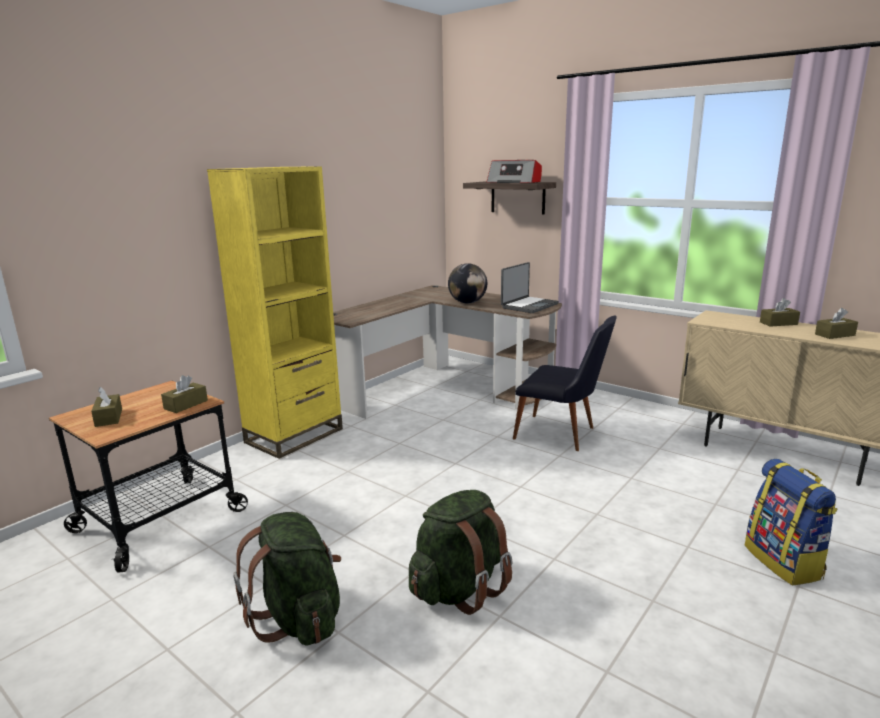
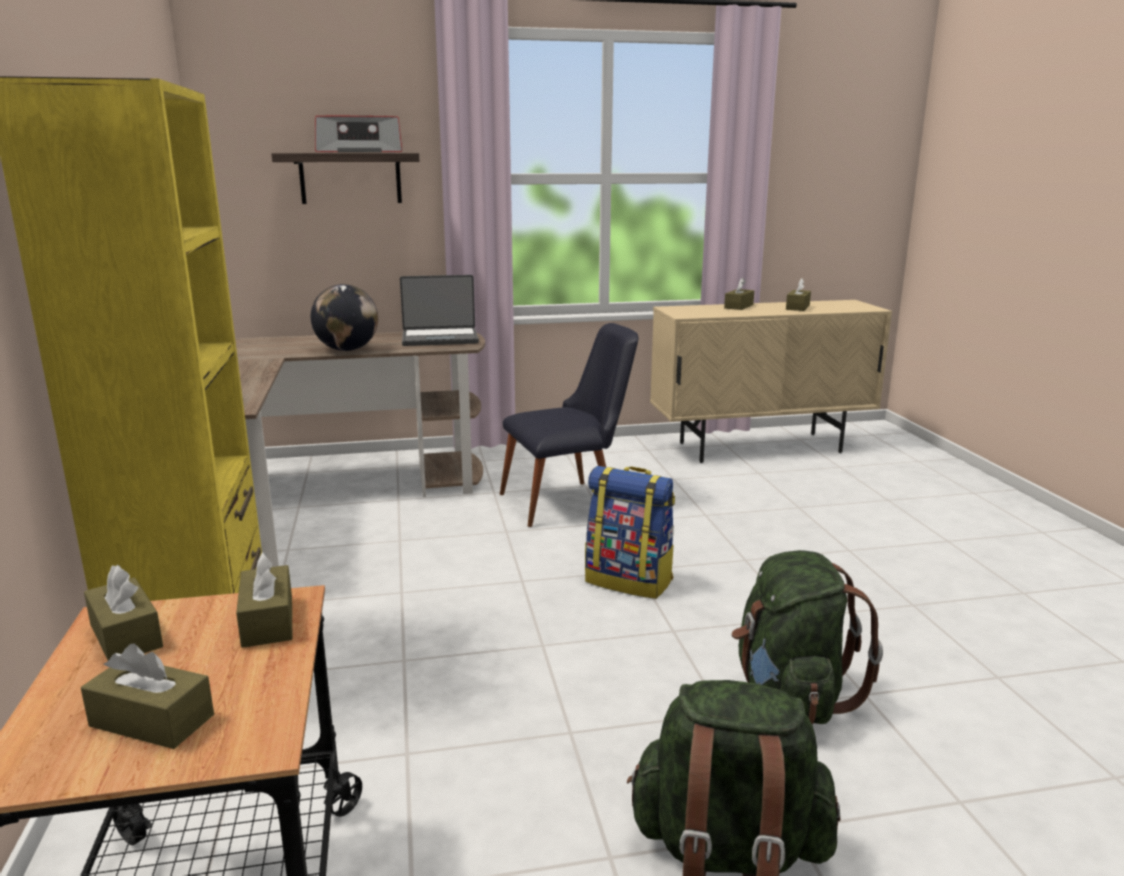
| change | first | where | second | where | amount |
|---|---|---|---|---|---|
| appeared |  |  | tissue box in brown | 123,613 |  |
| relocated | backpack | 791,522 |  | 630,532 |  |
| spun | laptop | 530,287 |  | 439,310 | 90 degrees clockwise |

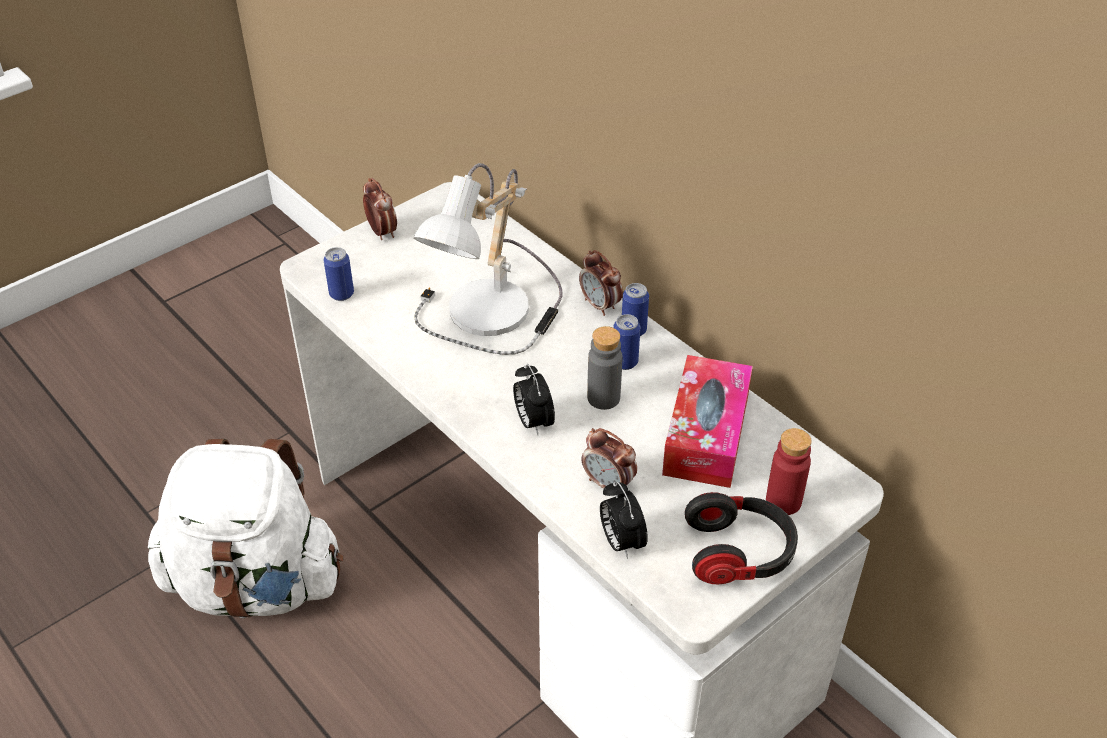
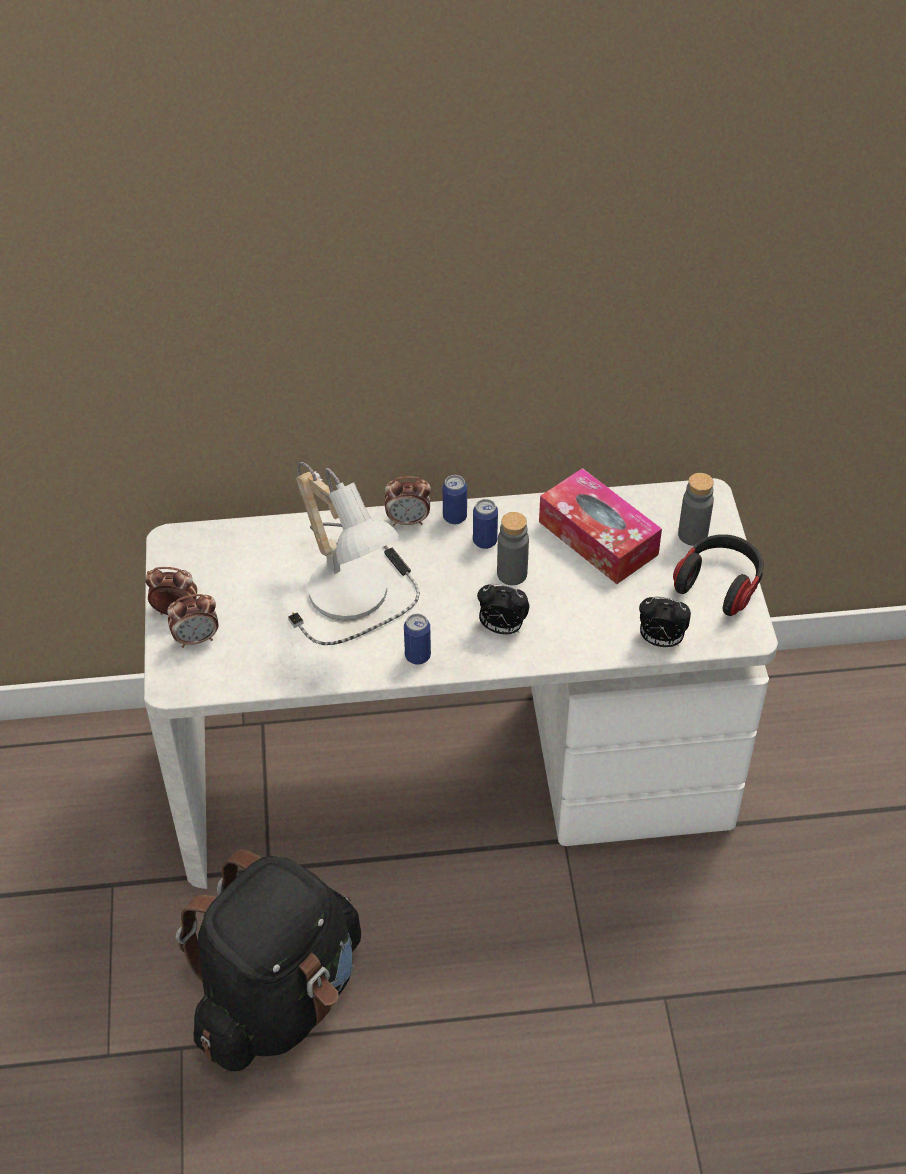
| change | first | where | second | where | amount |
|---|---|---|---|---|---|
| relocated | can | 338,274 |  | 417,639 |  |
| relocated | alarm clock | 609,458 |  | 192,621 |  |
| colour | backpack in white | 246,528 | backpack in black | 268,960 |  |
| colour | bottle in red | 789,471 | bottle in grey | 696,509 |  |

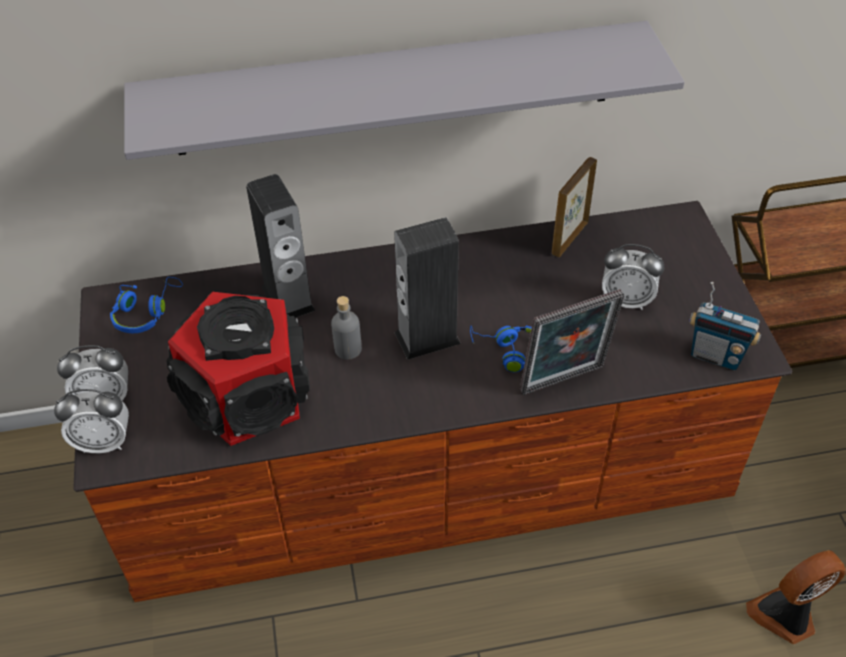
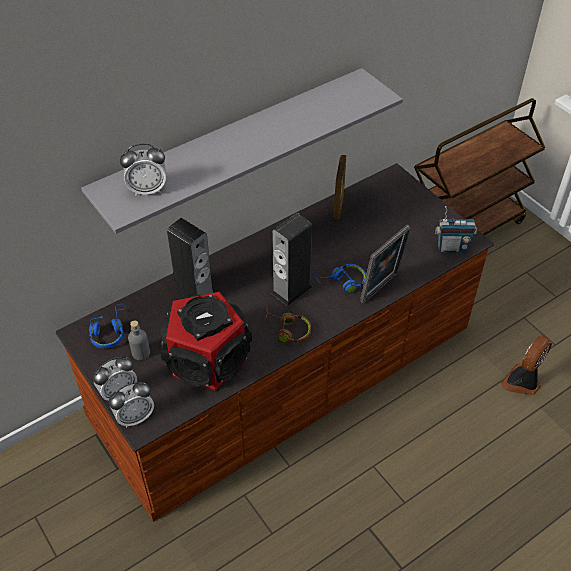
| change | first | where | second | where | amount |
|---|---|---|---|---|---|
| appeared |  |  | headphones in brown | 288,325 |  |
| relocated | bottle in grey | 346,328 |  | 139,340 |  |
| relocated | alarm clock | 633,277 |  | 143,170 |  |

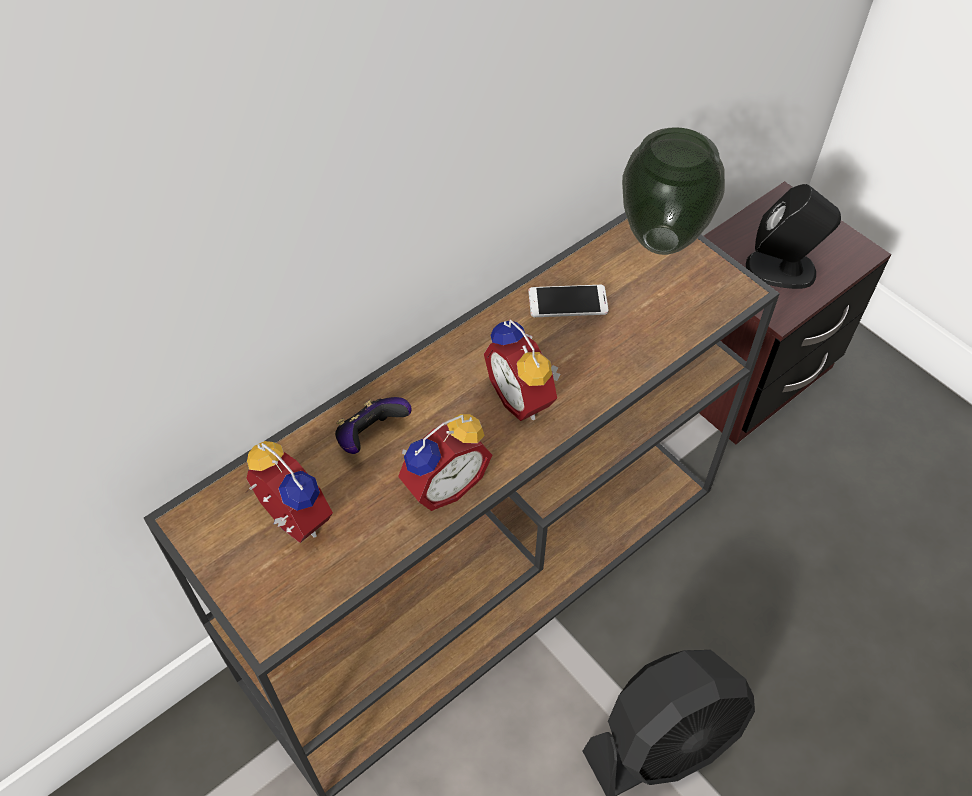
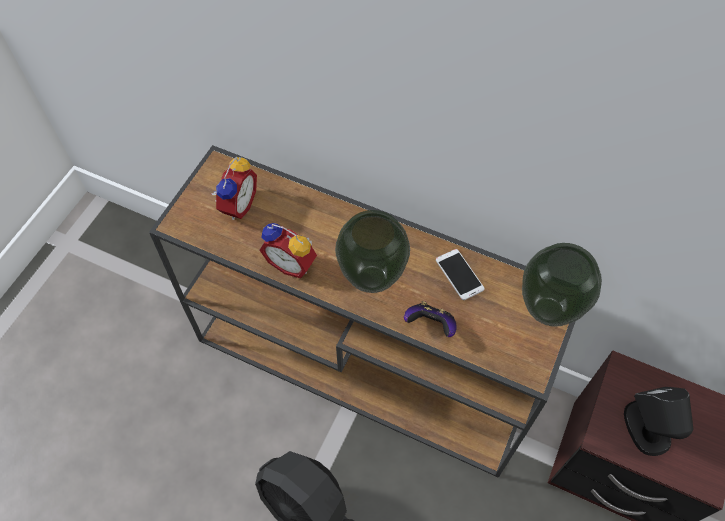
| change | first | where | second | where | amount |
|---|---|---|---|---|---|
| relocated | game controller | 373,425 |  | 430,319 |  |
| exchanged | alarm clock | 522,370 | vase | 372,251 |  |

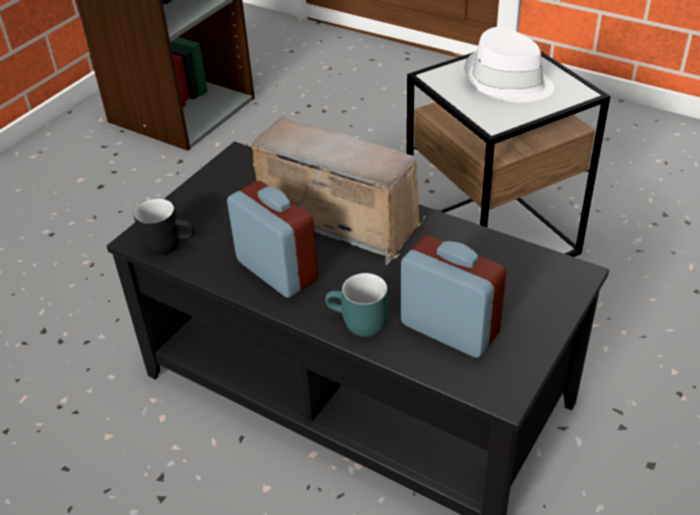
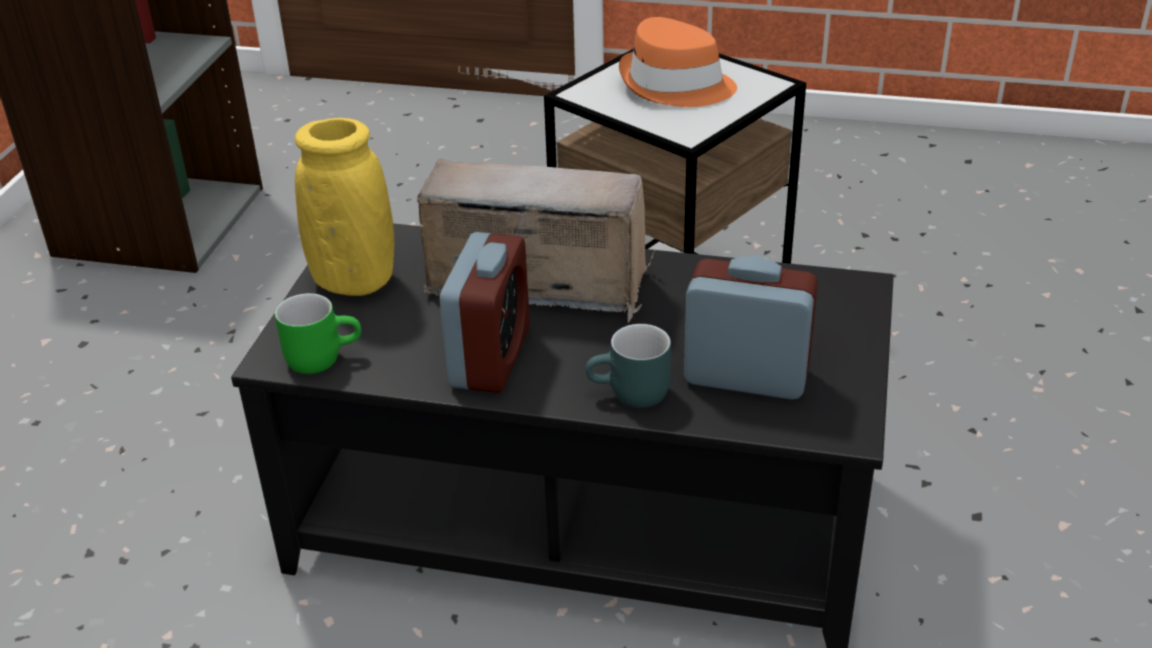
| change | first | where | second | where | amount |
|---|---|---|---|---|---|
| appeared |  |  | vase in yellow | 344,207 |  |
| colour | mug in black | 164,227 | mug in green | 318,333 |  |
| colour | hat in white | 509,64 | hat in orange | 678,62 |  |
| spun | alarm clock | 272,239 |  | 485,312 | 75 degrees clockwise |

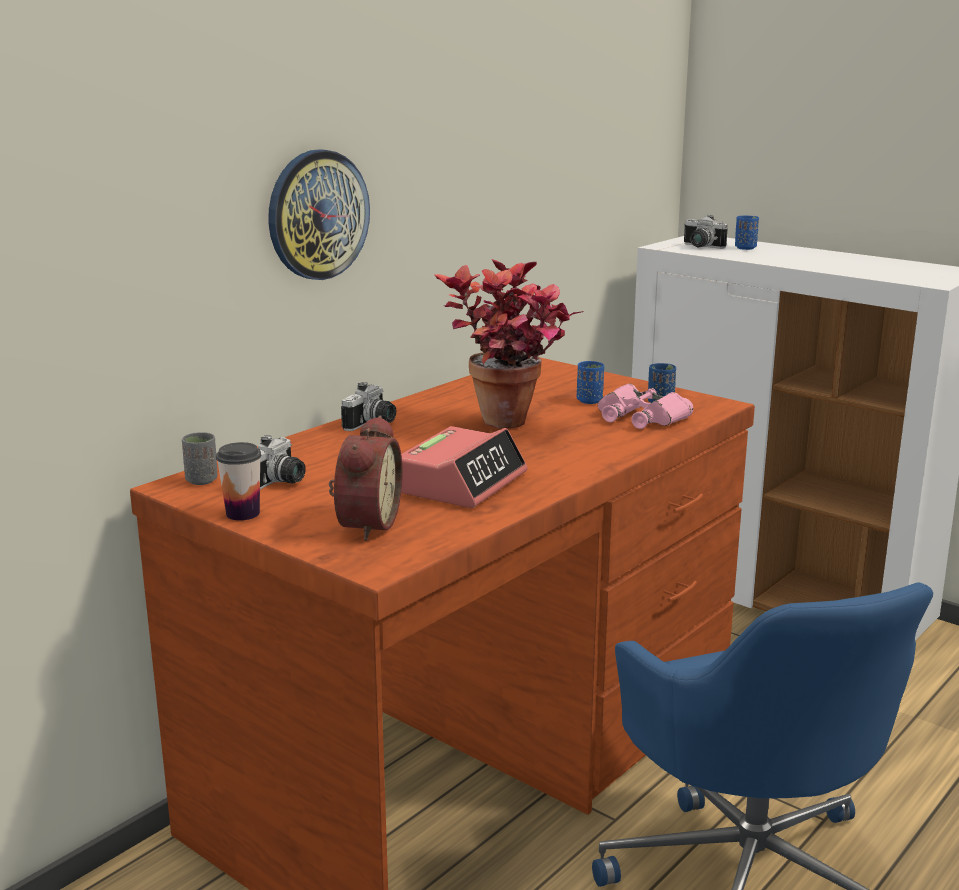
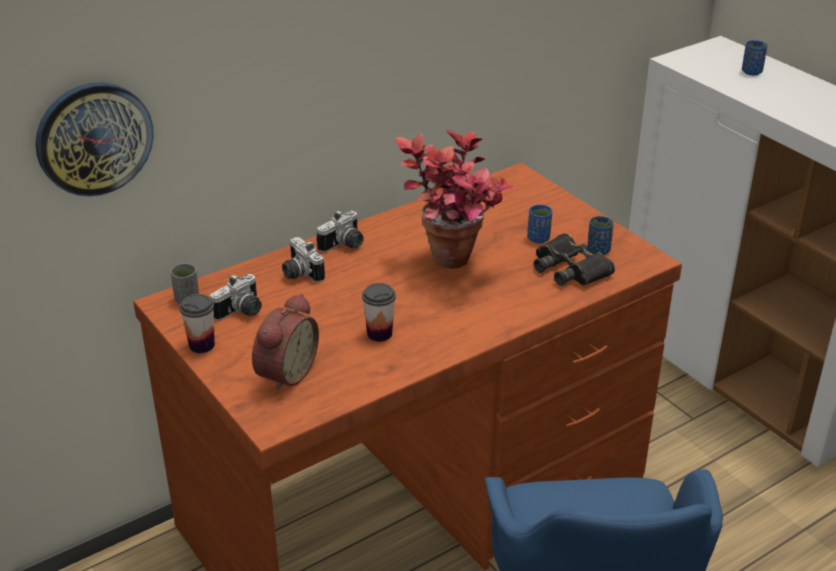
| change | first | where | second | where | amount |
|---|---|---|---|---|---|
| relocated | wall clock | 319,214 |  | 94,139 |  |
| relocated | photo camera | 706,232 |  | 303,260 |  |
| exchanged | alarm clock | 464,467 | cup | 379,312 |  |
| colour | binoculars in pink | 645,406 | binoculars in black | 574,259 |  |

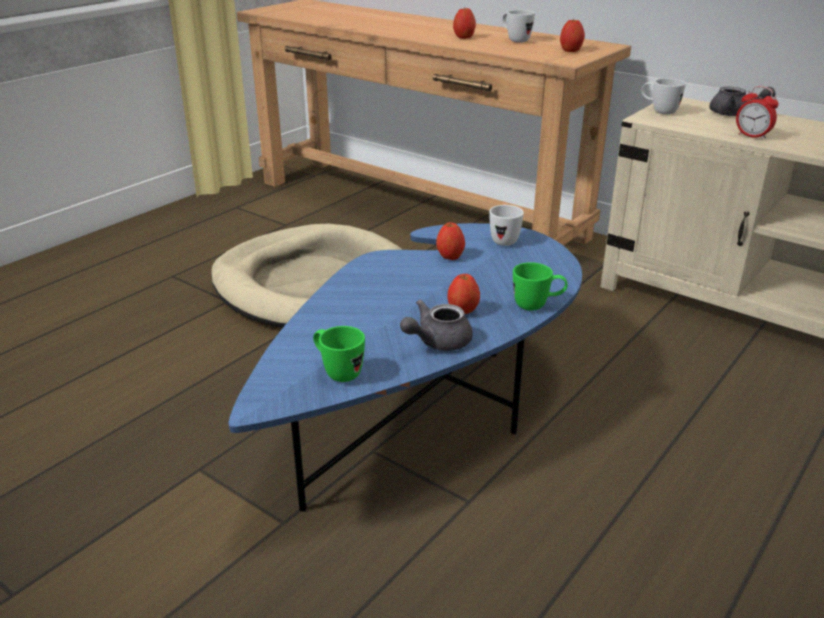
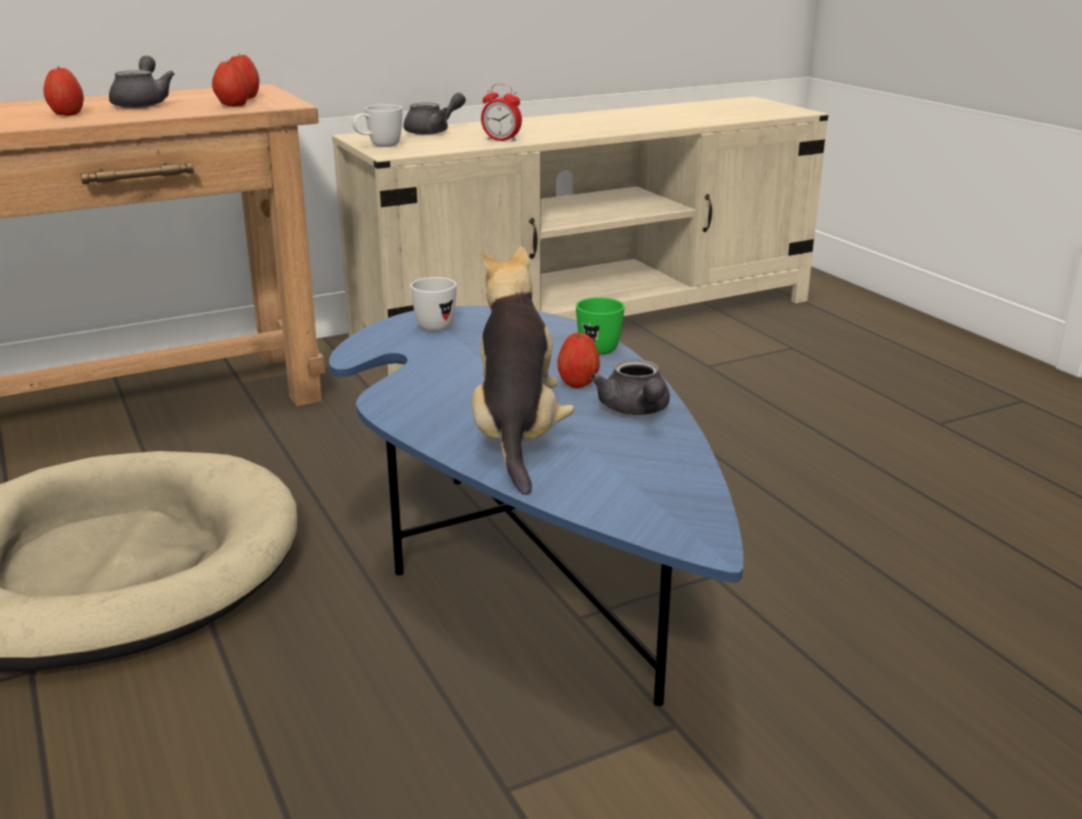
| change | first | where | second | where | amount |
|---|---|---|---|---|---|
| missing | mug in green | 339,354 |  |  |  |
| appeared |  |  | plush toy | 523,370 |  |
| relocated | apple | 450,241 |  | 230,83 |  |
| exchanged | mug in white | 518,26 | teapot in grey | 142,82 |  |
| spun | alarm clock | 757,113 |  | 501,112 | 45 degrees clockwise |

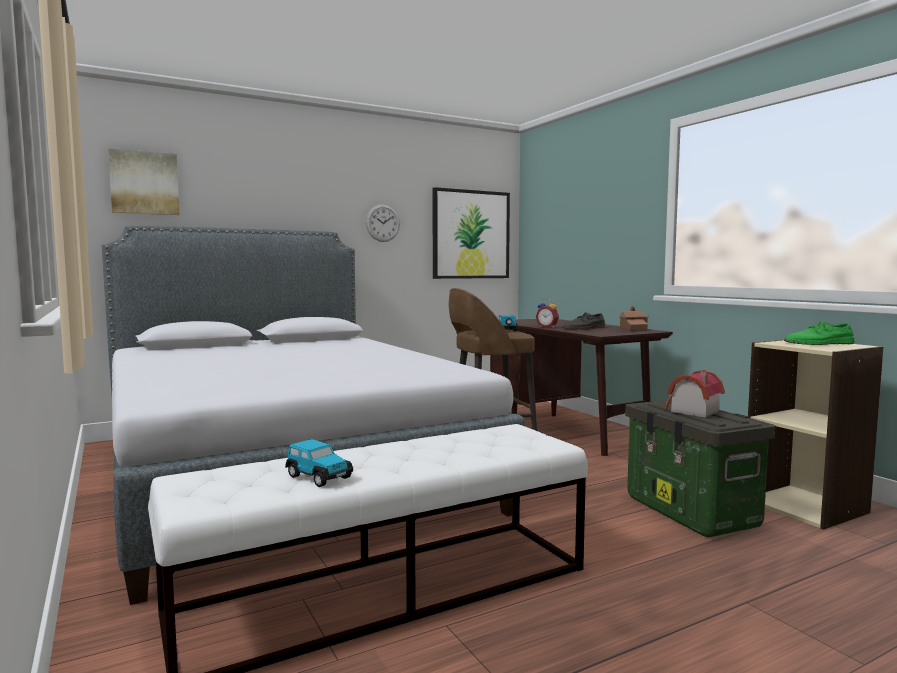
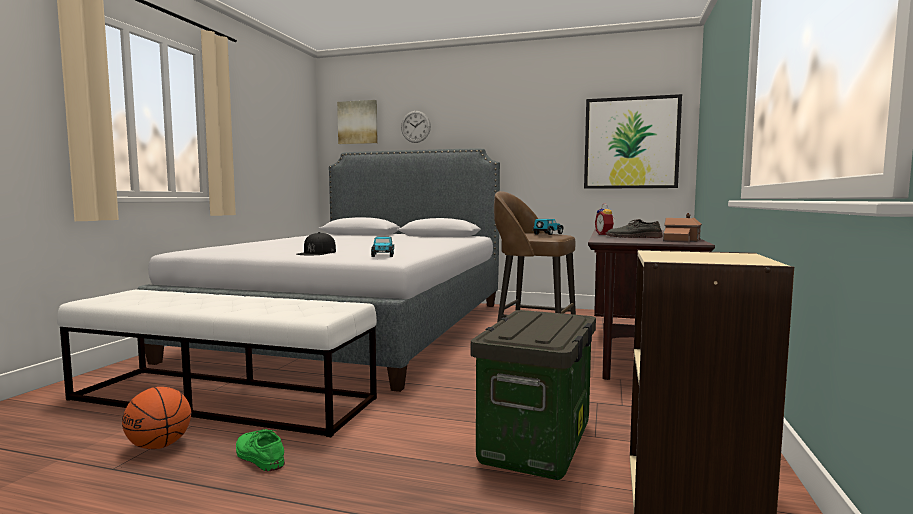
| change | first | where | second | where | amount |
|---|---|---|---|---|---|
| missing | toy house | 695,394 |  |  |  |
| appeared |  |  | basketball | 156,418 |  |
| appeared |  |  | cap in black | 316,243 |  |
| relocated | toy car | 319,463 |  | 382,247 |  |
| relocated | wall clock | 383,223 |  | 416,127 |  |
| relocated | shoe in green | 819,333 |  | 260,450 |  |

